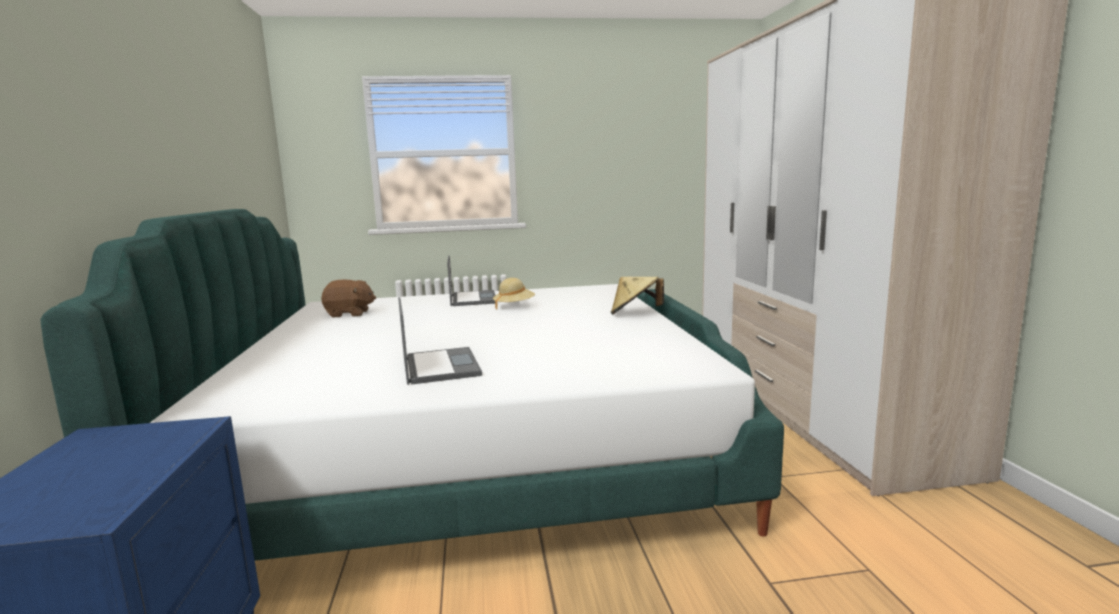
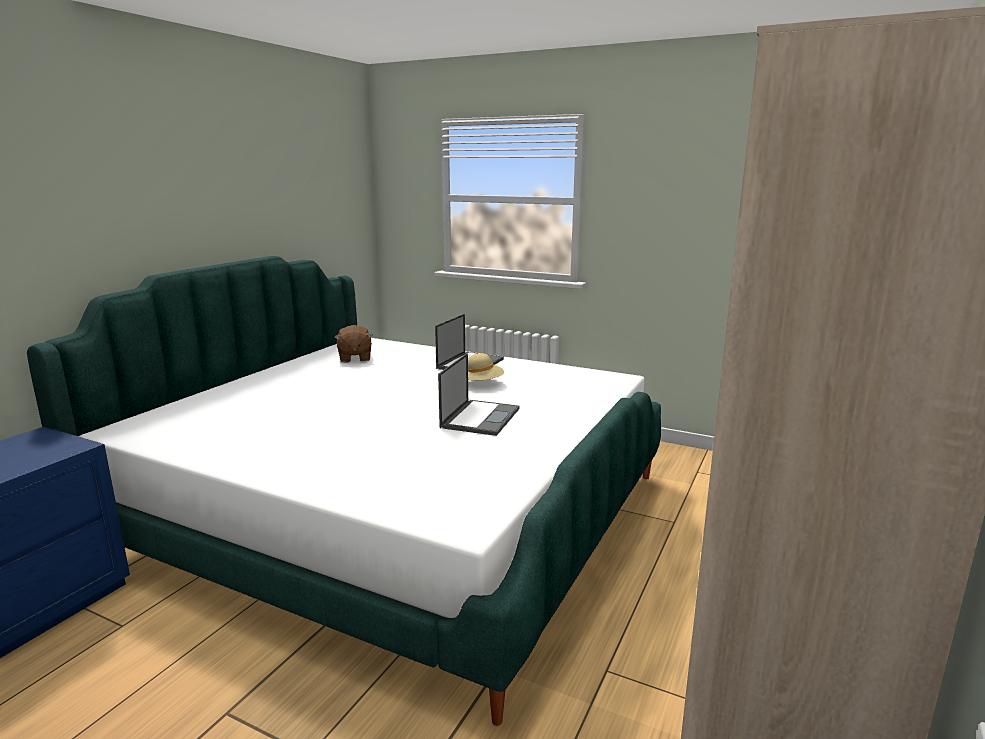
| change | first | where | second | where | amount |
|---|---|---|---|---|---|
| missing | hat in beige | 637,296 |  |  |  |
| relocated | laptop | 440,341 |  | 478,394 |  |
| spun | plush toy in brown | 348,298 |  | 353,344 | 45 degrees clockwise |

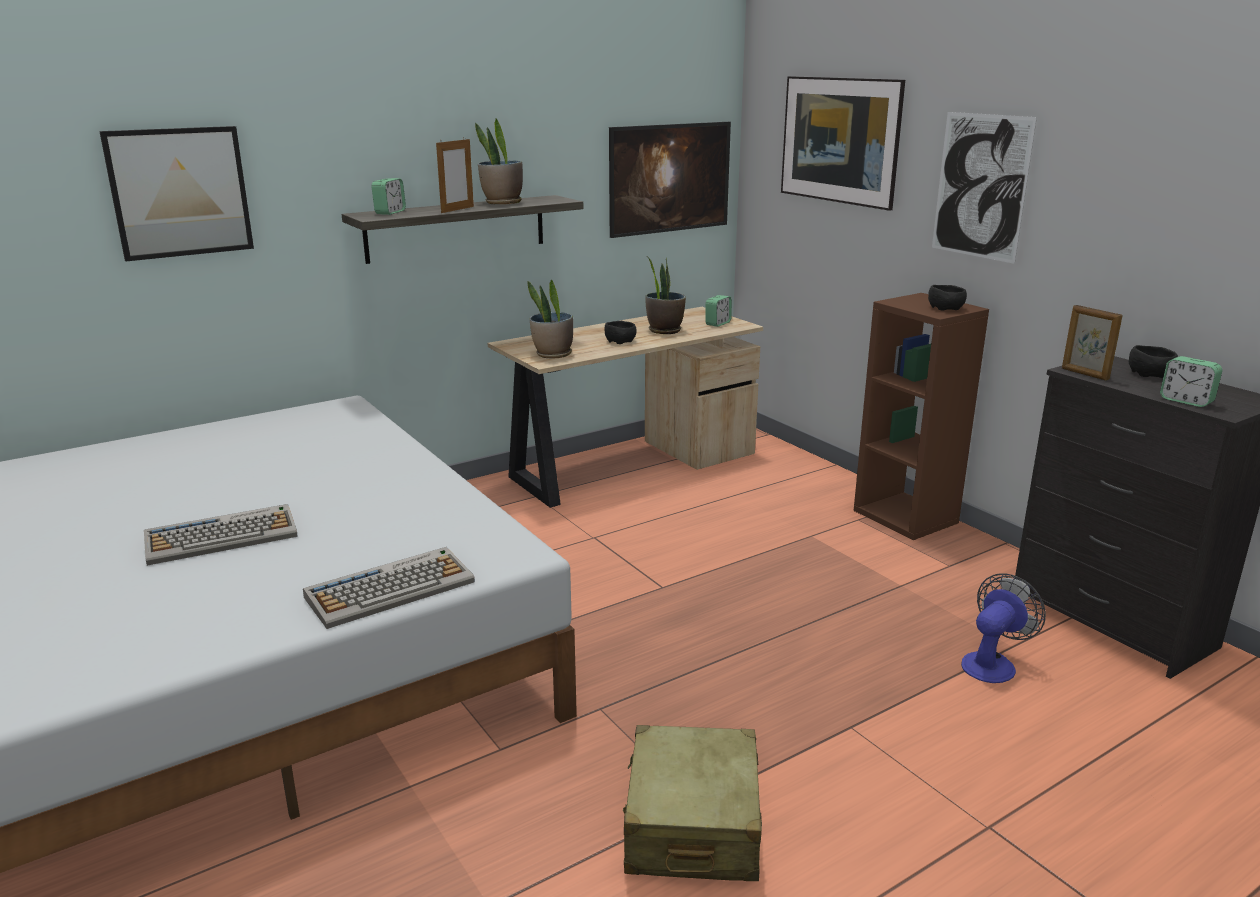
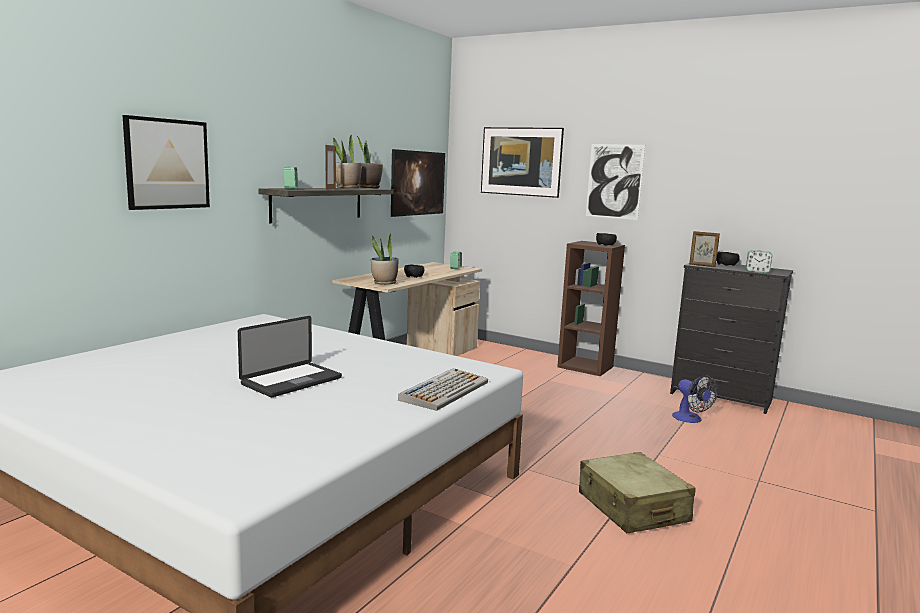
| change | first | where | second | where | amount |
|---|---|---|---|---|---|
| relocated | potted plant | 666,295 |  | 370,162 |  |
| exchanged | keyboard | 221,535 | laptop | 290,356 |  |
| spun | fan | 1003,628 |  | 695,399 | 135 degrees clockwise |

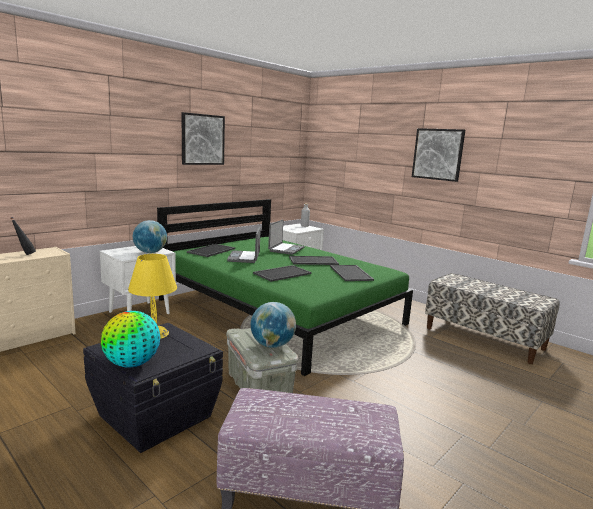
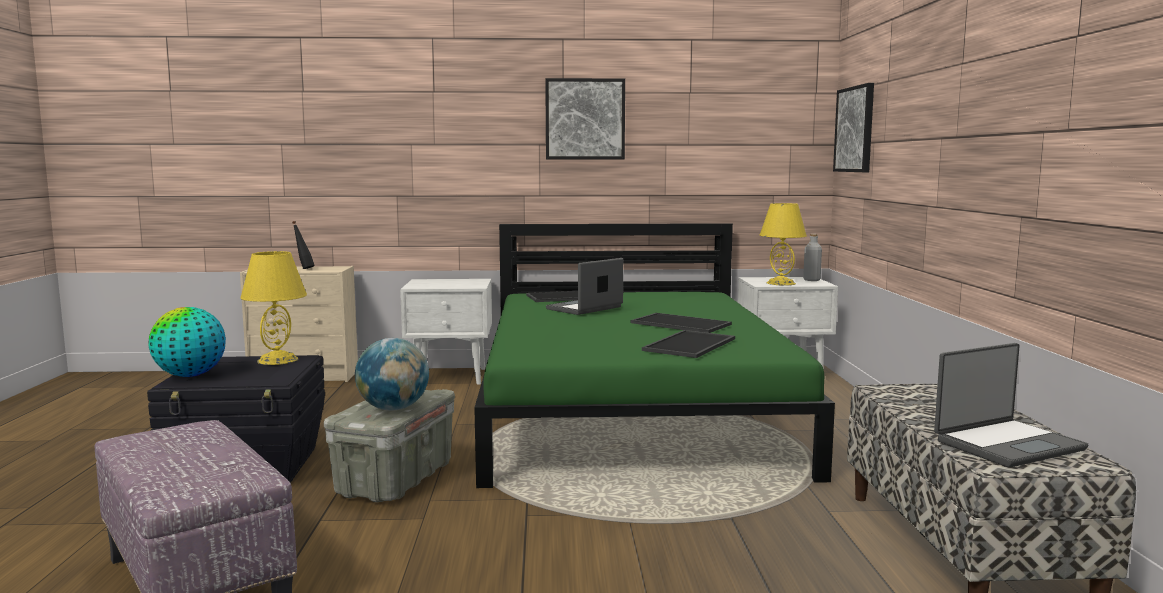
| change | first | where | second | where | amount |
|---|---|---|---|---|---|
| missing | globe | 150,236 |  |  |  |
| missing | tray | 282,273 |  |  |  |
| appeared |  |  | table lamp in yellow | 783,244 |  |
| relocated | laptop | 286,237 |  | 1011,405 |  |
| relocated | picture | 438,155 |  | 853,127 |  |

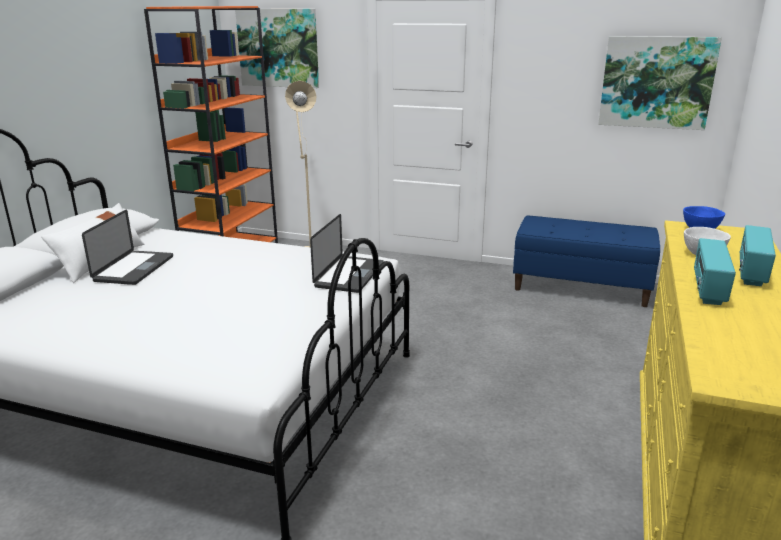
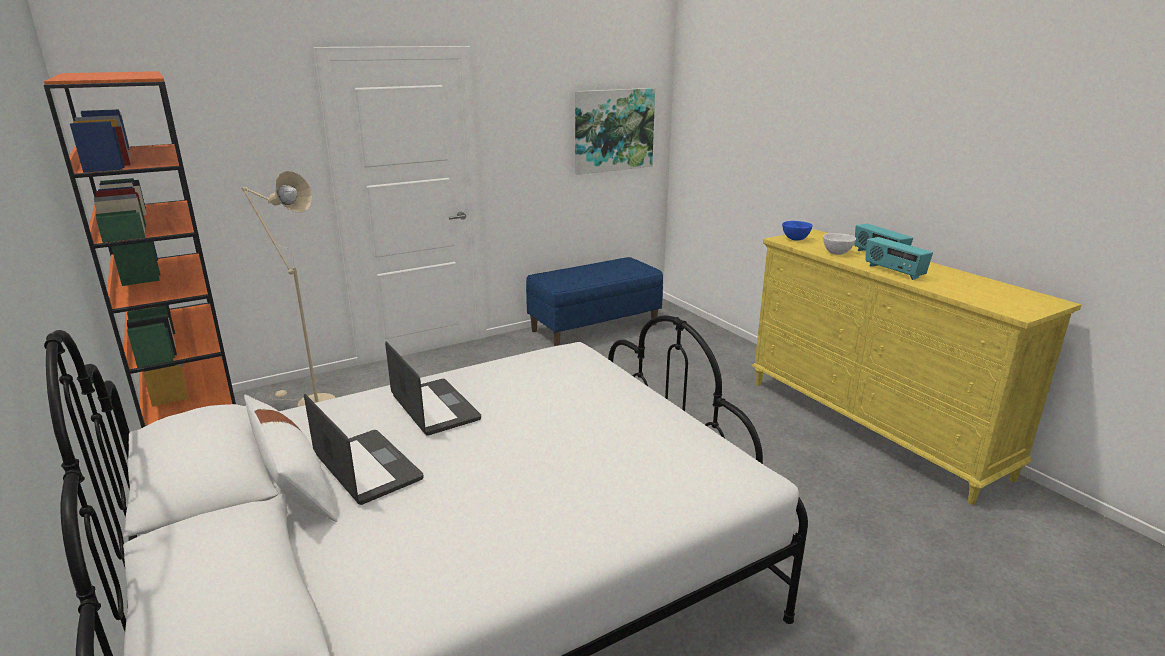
| change | first | where | second | where | amount |
|---|---|---|---|---|---|
| missing | picture | 277,48 |  |  |  |
| relocated | laptop | 347,253 |  | 433,388 |  |

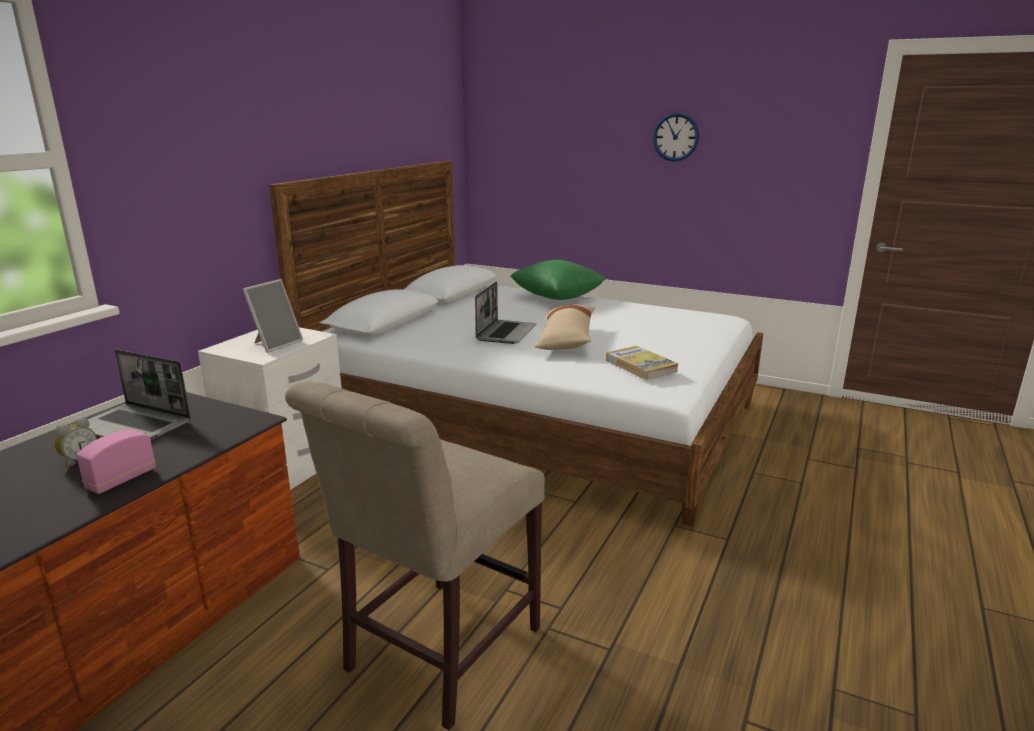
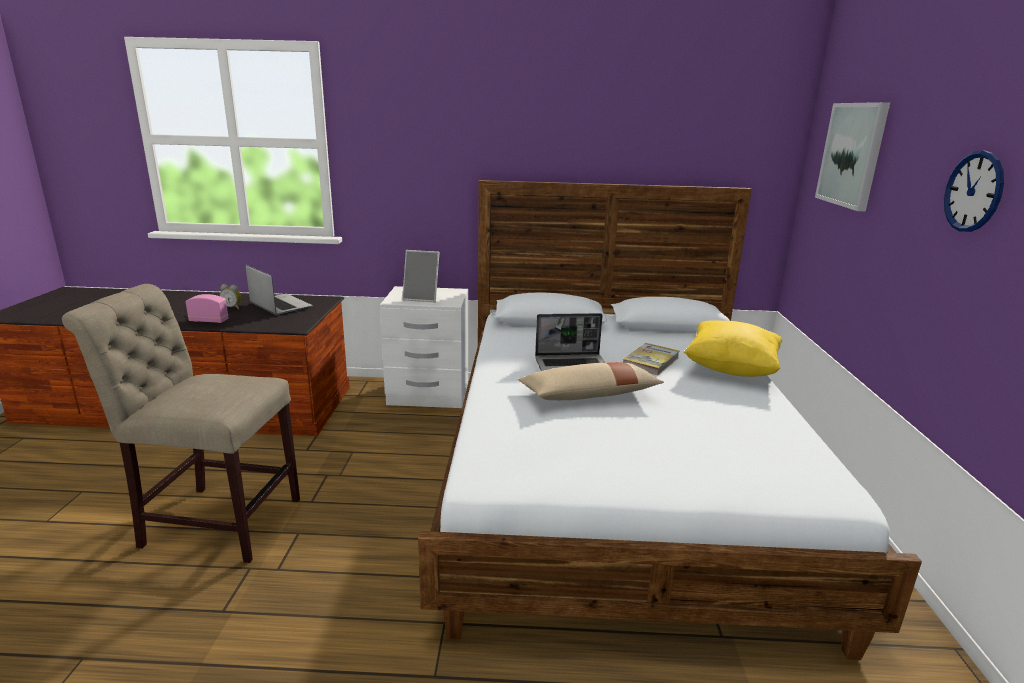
| change | first | where | second | where | amount |
|---|---|---|---|---|---|
| appeared |  |  | picture | 852,157 |  |
| relocated | book | 642,363 |  | 651,359 |  |
| colour | pillow in green | 558,280 | pillow in yellow | 732,348 |  |
| spun | laptop | 138,394 |  | 279,290 | 135 degrees clockwise |

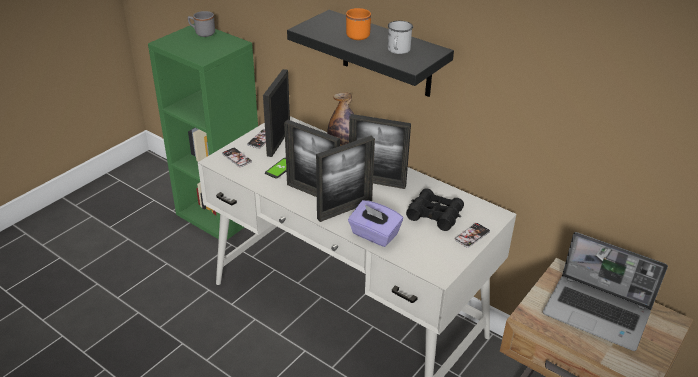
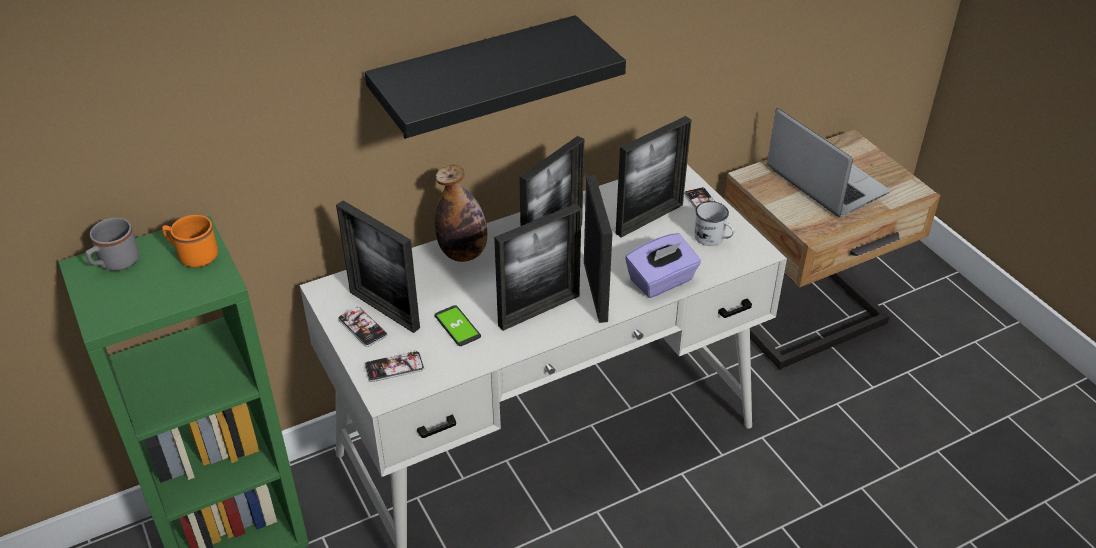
| change | first | where | second | where | amount |
|---|---|---|---|---|---|
| relocated | mug in orange | 358,24 |  | 190,241 |  |
| relocated | mug in white | 400,37 |  | 714,223 |  |
| exchanged | binoculars in black | 435,209 | picture frame | 654,177 |  |
| spun | laptop | 605,291 |  | 828,162 | 90 degrees counterclockwise |

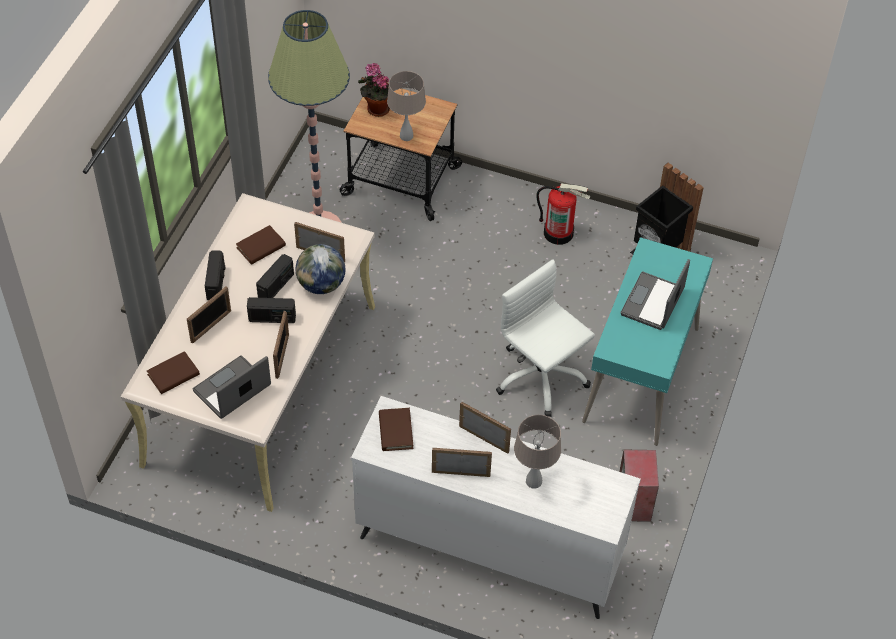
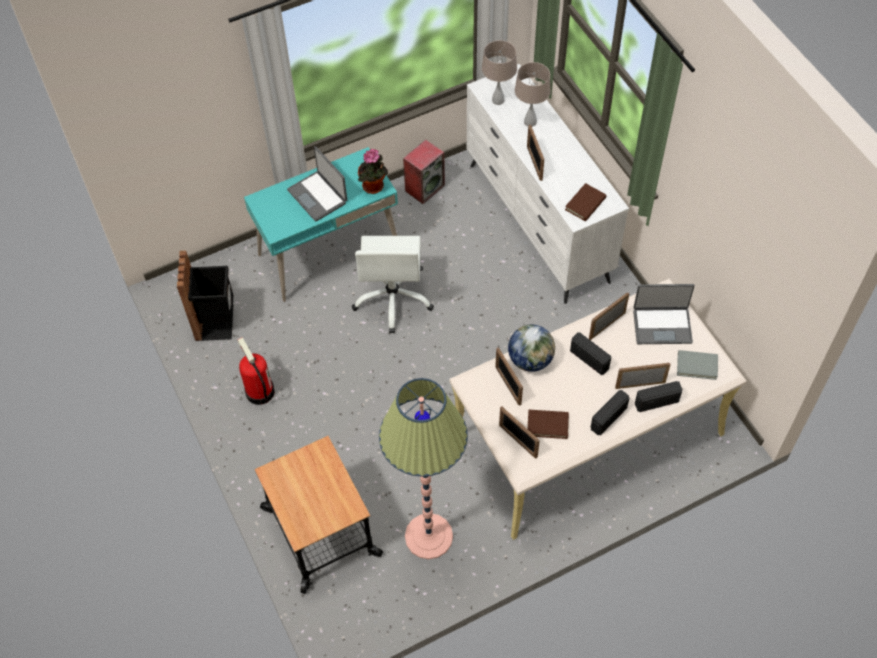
| change | first | where | second | where | amount |
|---|---|---|---|---|---|
| relocated | radio | 275,276 |  | 659,396 |  |
| relocated | potted plant | 374,90 |  | 373,171 |  |
| relocated | table lamp in beige | 406,106 |  | 499,72 |  |
| relocated | picture frame | 462,462 |  | 519,432 |  |
| colour | book in brown | 173,372 | book in grey | 697,365 |  |
| spun | laptop | 655,294 |  | 317,183 | 75 degrees clockwise |

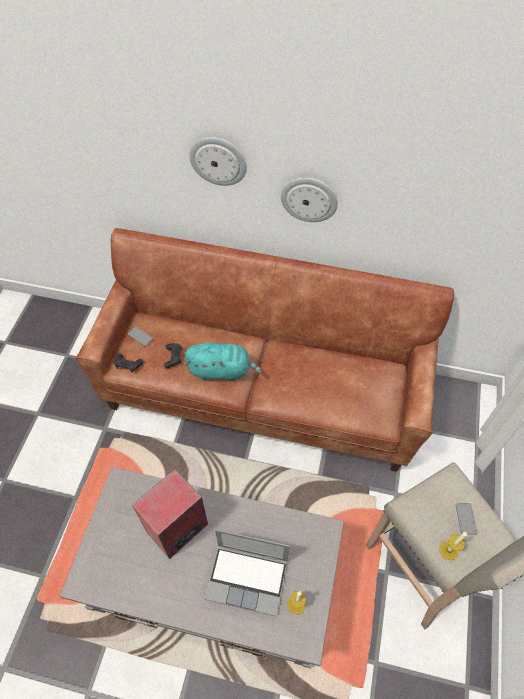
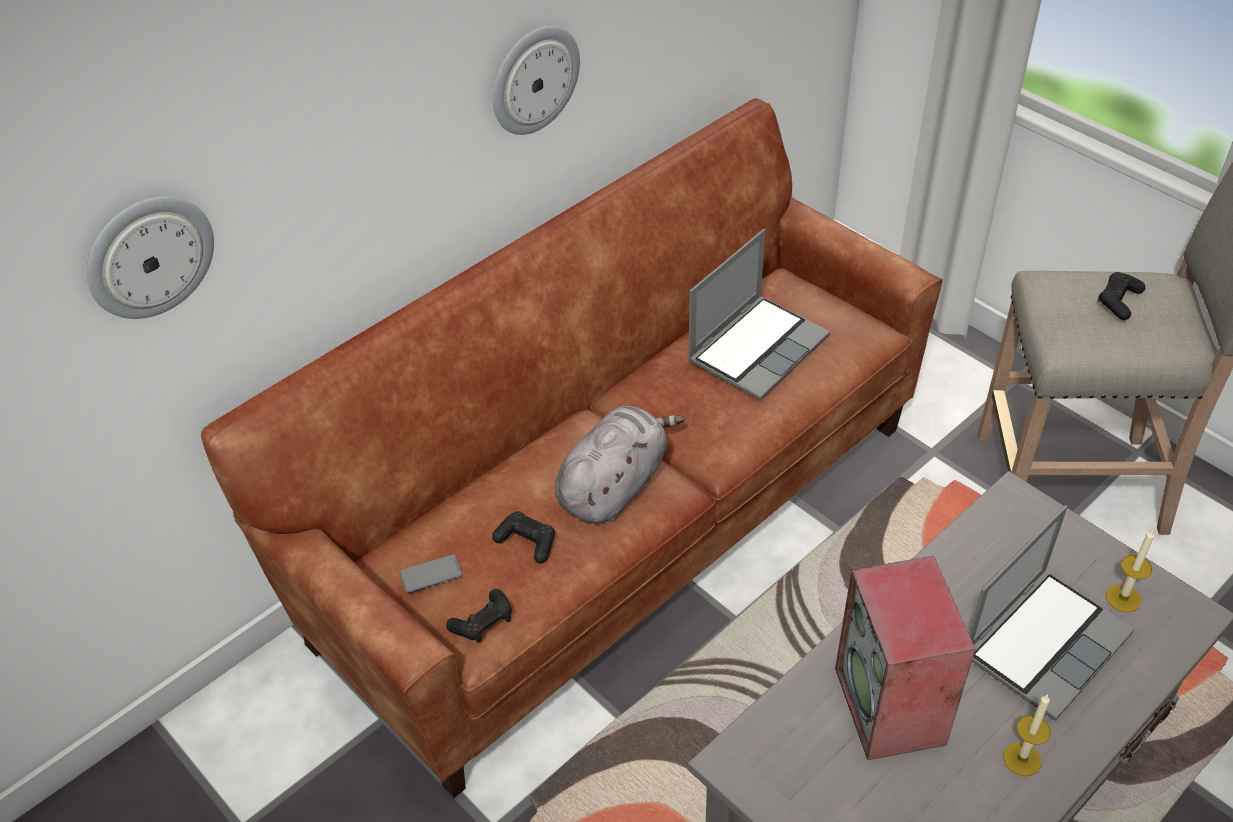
| change | first | where | second | where | amount |
|---|---|---|---|---|---|
| appeared |  |  | laptop | 759,314 |  |
| relocated | wall clock | 218,161 |  | 150,257 |  |
| relocated | candle | 453,546 |  | 1026,735 |  |
| exchanged | phone | 466,519 | game controller in black | 1122,296 |  |
| colour | plush toy in turquoise | 223,362 | plush toy in grey | 620,465 |  |

